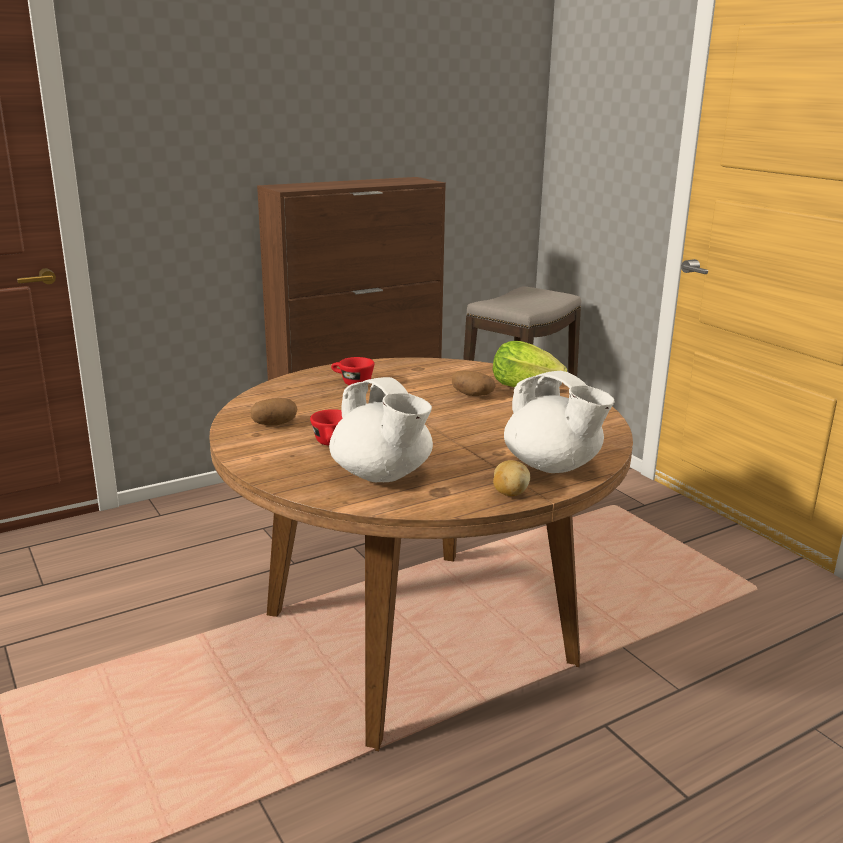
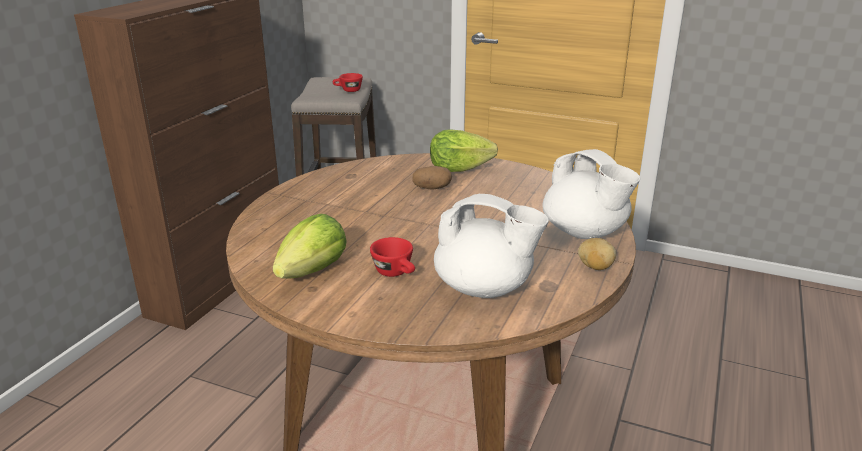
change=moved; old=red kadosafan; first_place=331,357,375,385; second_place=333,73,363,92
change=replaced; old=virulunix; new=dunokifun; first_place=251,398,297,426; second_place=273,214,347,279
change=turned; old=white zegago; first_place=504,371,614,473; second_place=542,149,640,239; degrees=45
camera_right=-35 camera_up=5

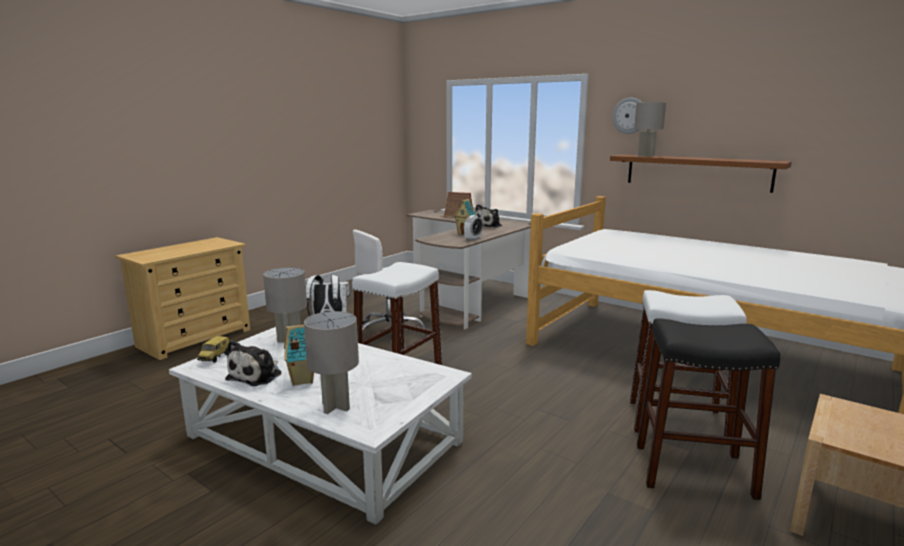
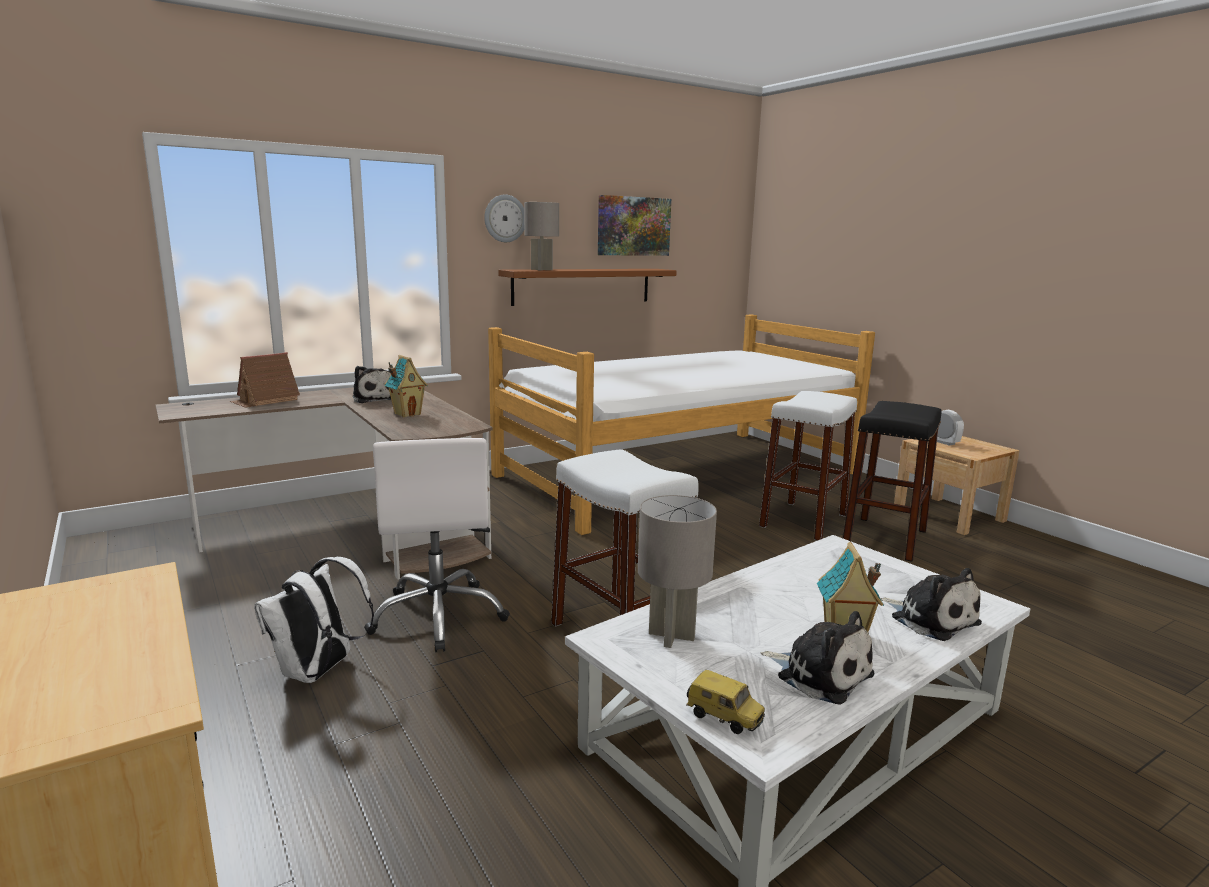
change=added; new=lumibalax; second_place=598,195,671,256
change=moved; old=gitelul; first_place=464,215,483,241; second_place=937,410,964,446
change=replaced; old=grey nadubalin; new=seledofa; first_place=304,311,359,414; second_place=880,568,982,641
camera_right=-70 camera_up=0

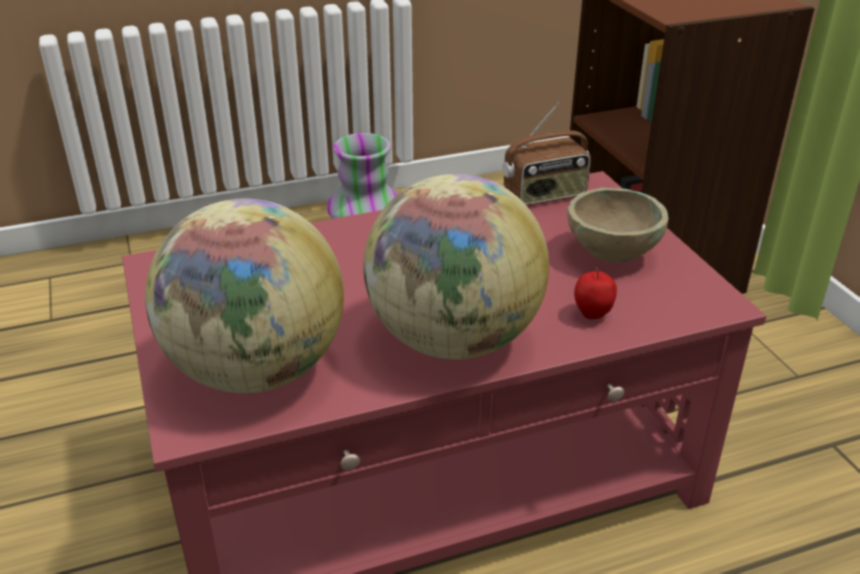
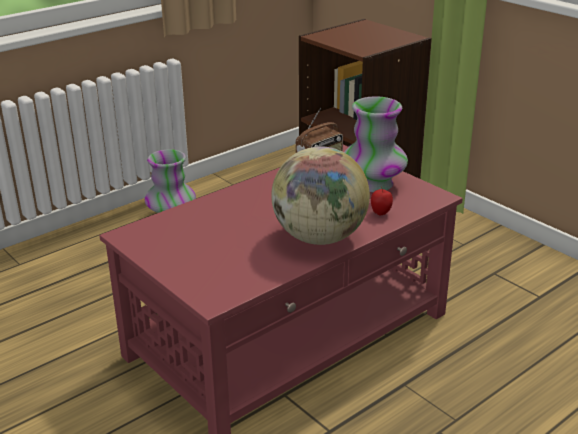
change=removed; old=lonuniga; first_place=145,198,344,393
change=replaced; old=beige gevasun; new=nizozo; first_place=567,188,668,262; second_place=344,96,408,192
camera_right=-20 camera_up=-5

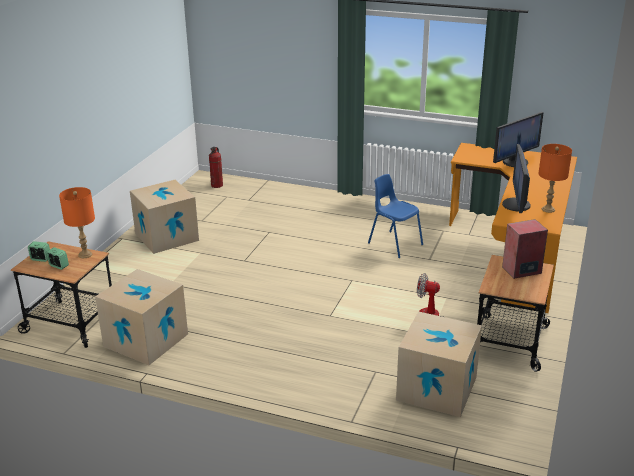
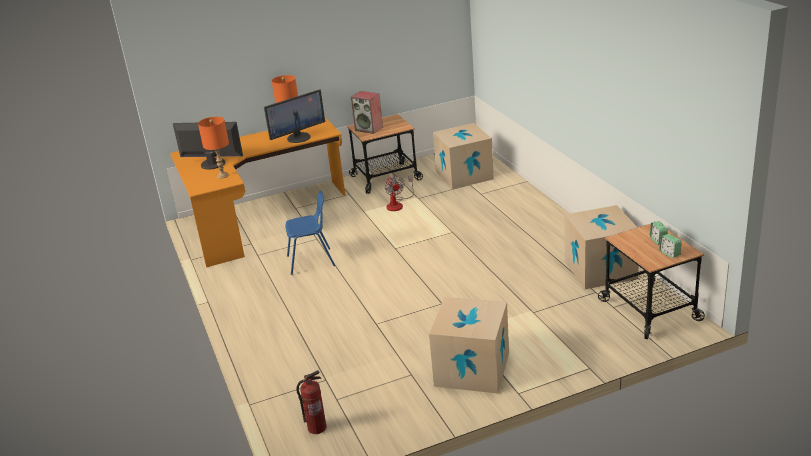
change=moved; old=orange nadubalin; first_place=59,187,95,258; second_place=198,117,229,179
change=turned; old=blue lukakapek; first_place=368,174,423,258; second_place=285,191,335,275; degrees=-105
camera_right=-130 camera_up=0

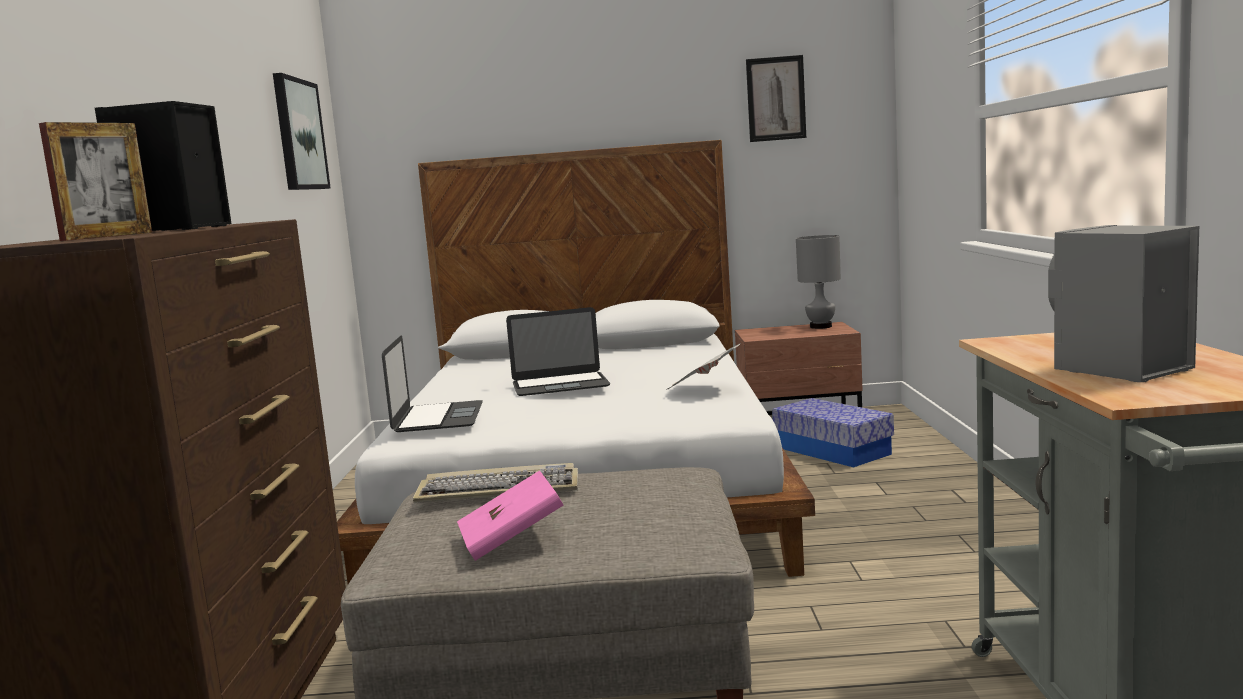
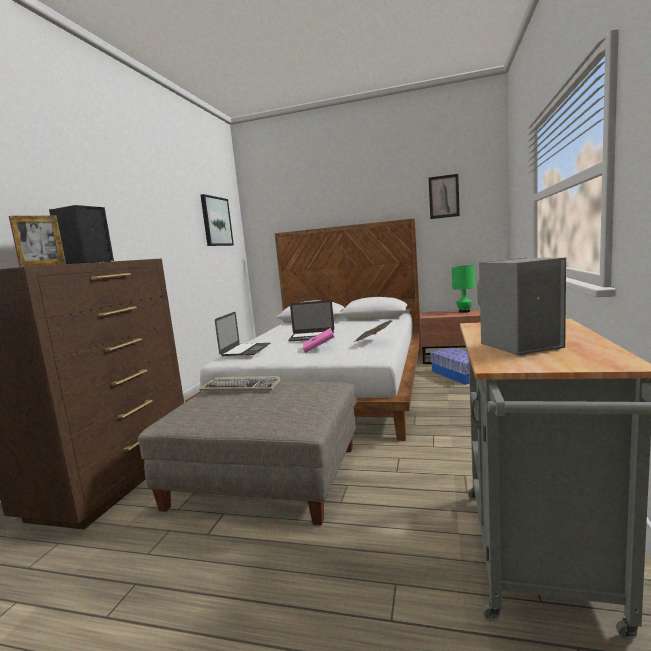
change=moved; old=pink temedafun; first_place=457,471,563,561; second_place=303,328,334,353
change=recoloured; old=grey nadubalin; new=green nadubalin; first_place=796,235,841,329; second_place=452,265,475,313
camera_right=15 camera_up=0

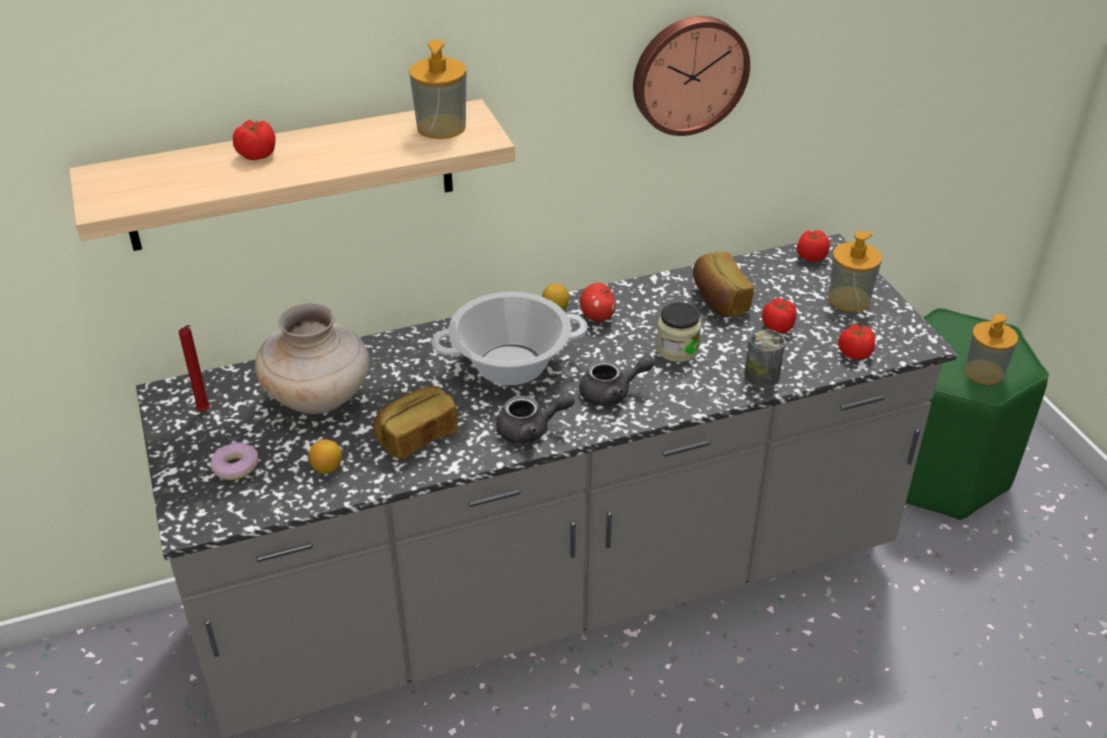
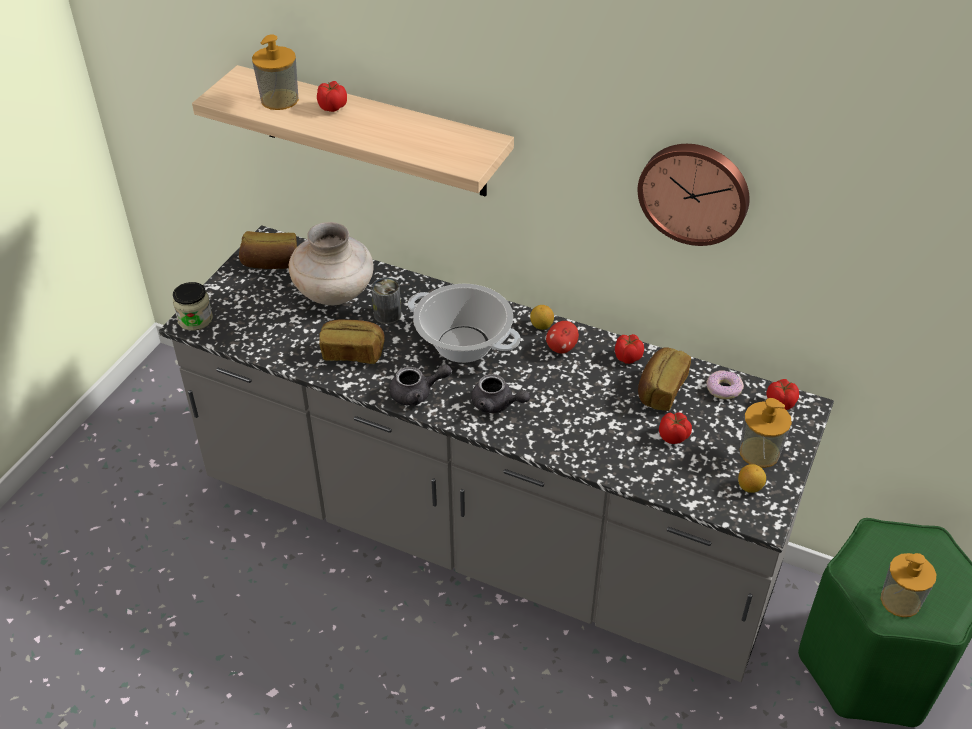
change=moved; old=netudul; first_place=211,442,258,480; second_place=706,370,744,399
change=moved; old=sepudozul; first_place=309,439,342,474; second_place=738,464,766,493
change=moved; old=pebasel; first_place=409,40,466,139; second_place=252,34,299,110
change=moved; old=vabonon; first_place=656,302,701,362; second_place=173,282,213,331
change=moved; old=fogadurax; first_place=744,329,785,388; second_place=371,278,401,324
change=moved; old=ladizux; first_place=838,324,875,360; second_place=615,334,644,364
change=replaced; old=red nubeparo; new=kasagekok; first_place=179,325,210,411; second_place=239,231,297,269
change=turned; old=grey zegago; first_place=496,392,575,444; second_place=389,364,452,405; degrees=-45
camera_right=45 camera_up=5

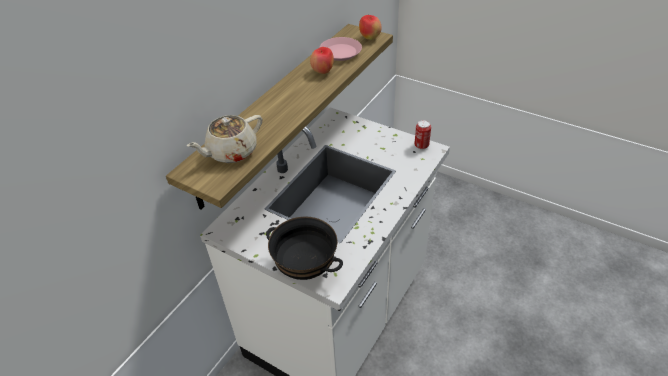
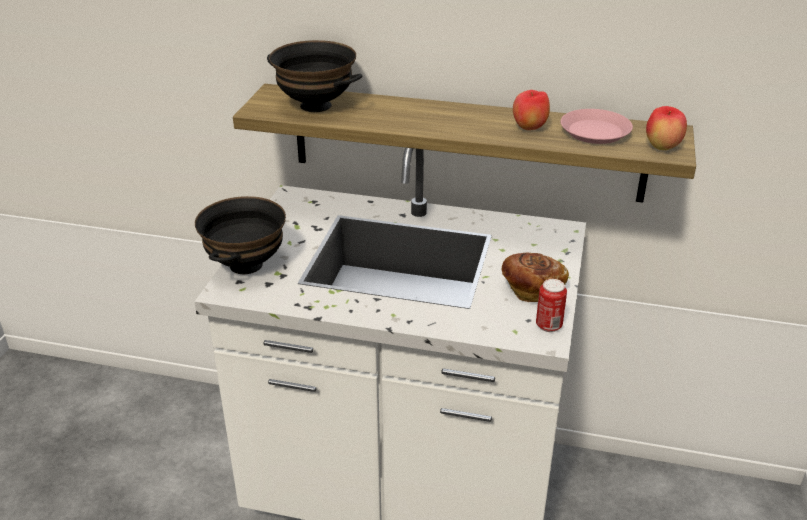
change=added; new=kasagekok; second_place=502,253,569,302
change=replaced; old=beige zegago; new=black gevasun; first_place=187,115,262,163; second_place=267,40,362,112
camera_right=70 camera_up=-10

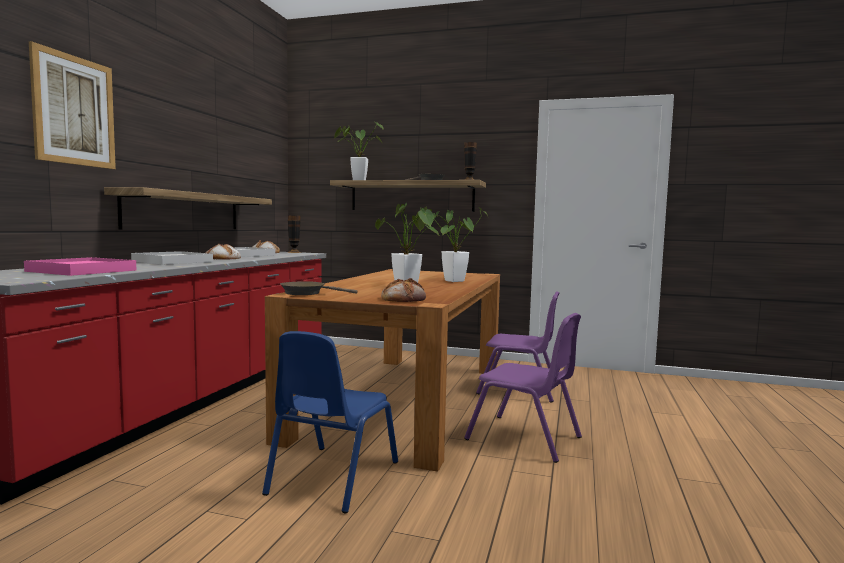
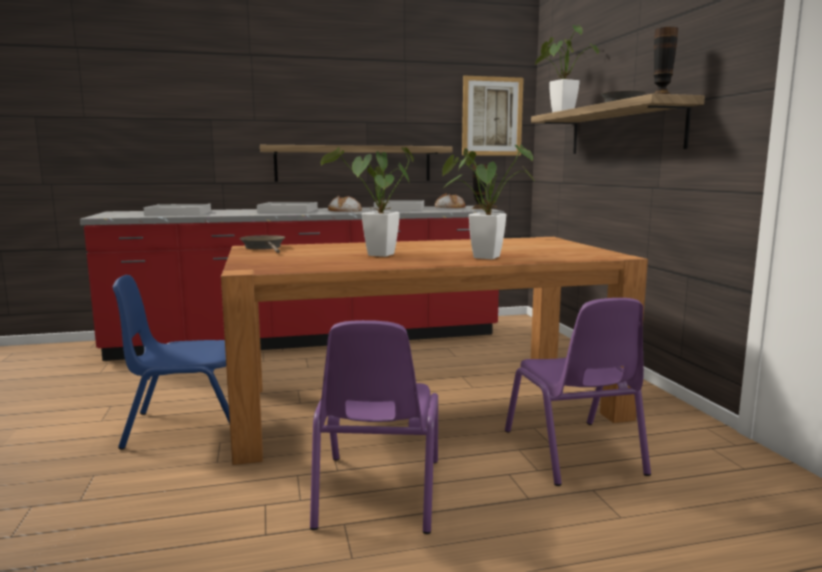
change=removed; old=kasagekok; first_place=381,278,426,302
change=moved; old=lumibalax; first_place=29,41,116,169; second_place=462,75,524,156
change=recoloured; old=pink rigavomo; new=white rigavomo; first_place=24,257,136,276; second_place=143,204,211,216
camera_right=60 camera_up=5

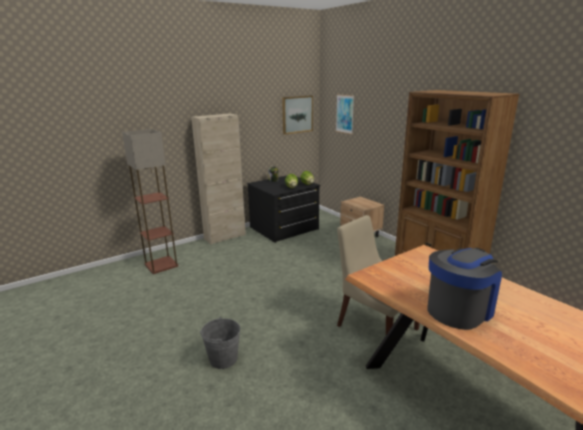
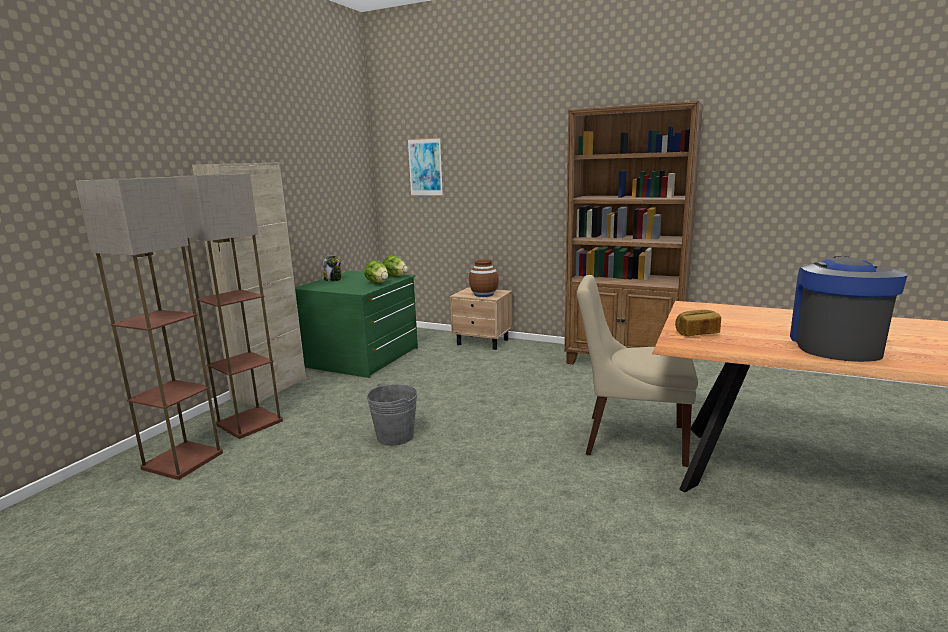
change=removed; old=lumibalax; first_place=282,95,313,135
change=added; new=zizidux; second_place=172,174,283,439
change=added; new=brown nizozo; second_place=469,260,499,297
change=added; new=kasagekok; second_place=675,310,721,336
change=moved; old=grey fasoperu; first_place=200,317,240,369; second_place=367,384,418,446
change=recoloured; old=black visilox; new=green visilox; first_place=247,176,320,243; second_place=295,271,418,378
camera_right=-30 camera_up=-5

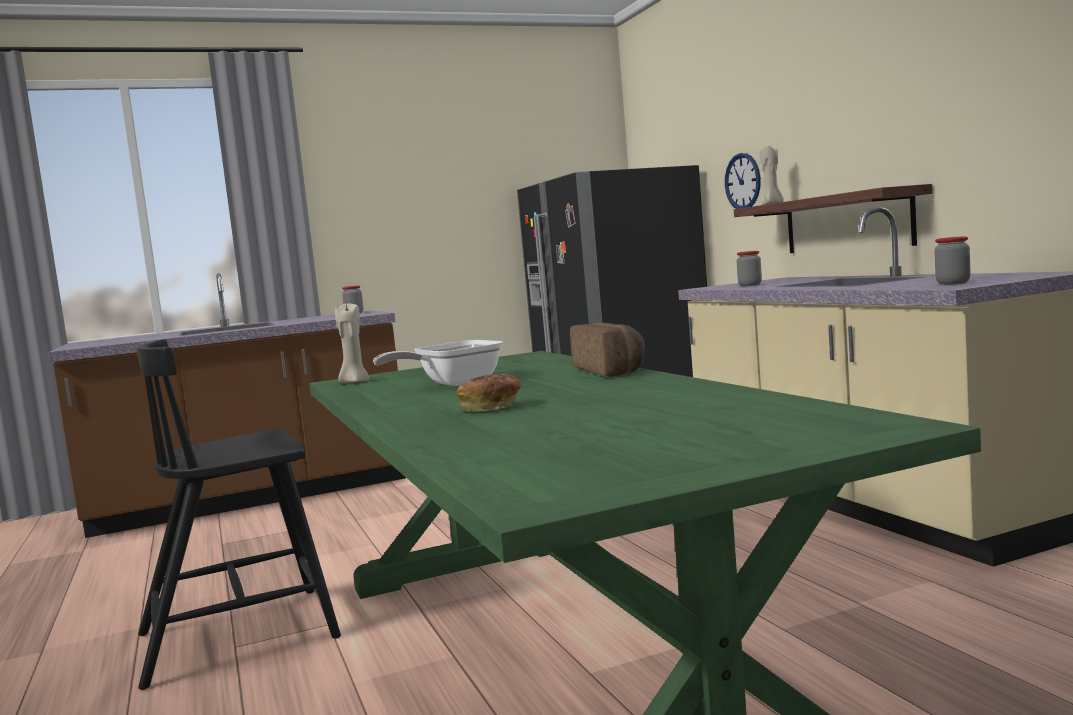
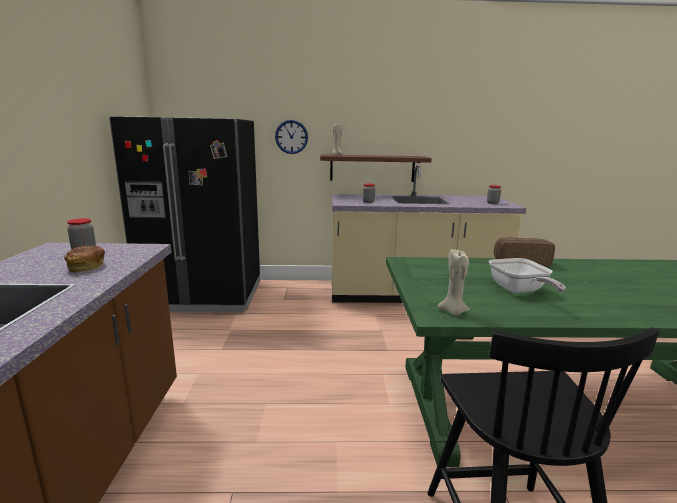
change=moved; old=kasagekok; first_place=457,374,522,411; second_place=64,246,105,272
camera_right=-70 camera_up=10

